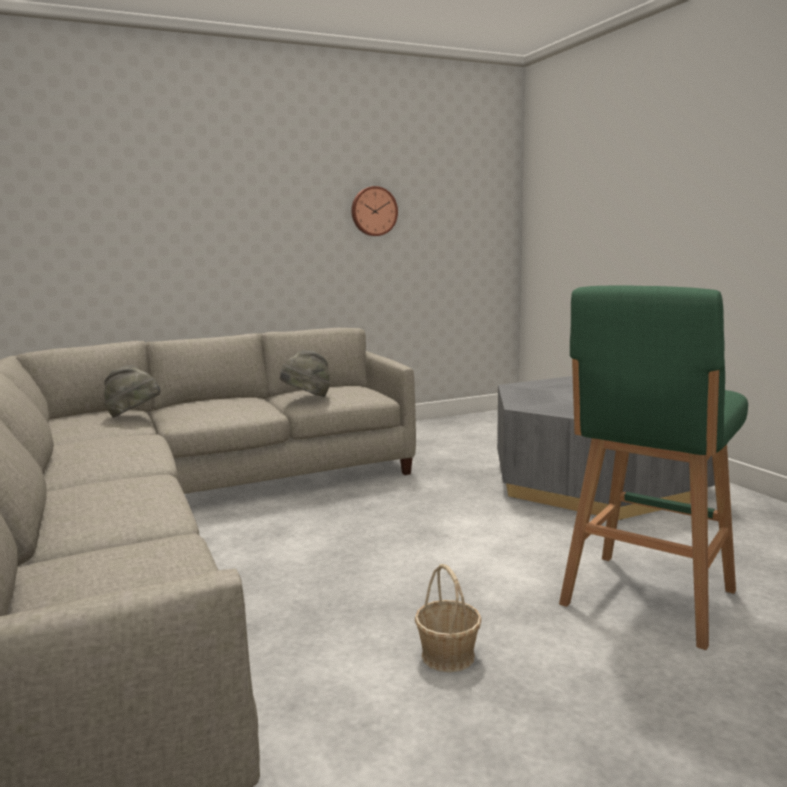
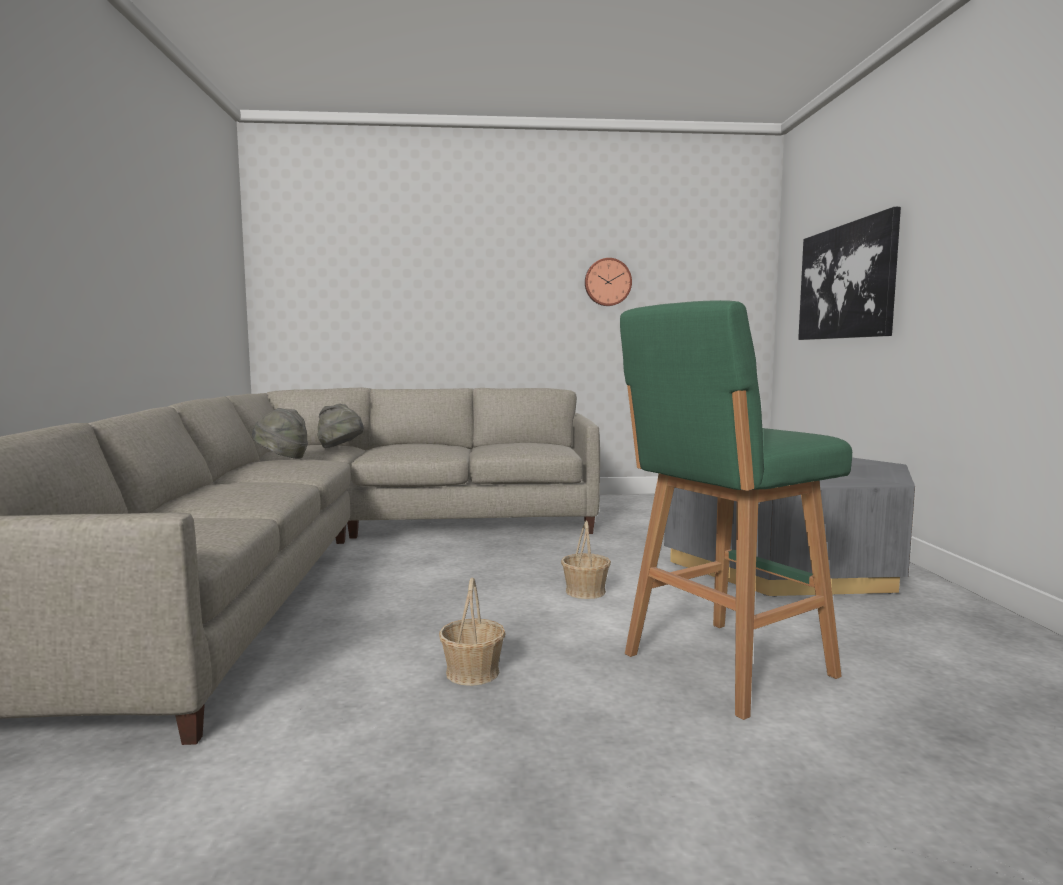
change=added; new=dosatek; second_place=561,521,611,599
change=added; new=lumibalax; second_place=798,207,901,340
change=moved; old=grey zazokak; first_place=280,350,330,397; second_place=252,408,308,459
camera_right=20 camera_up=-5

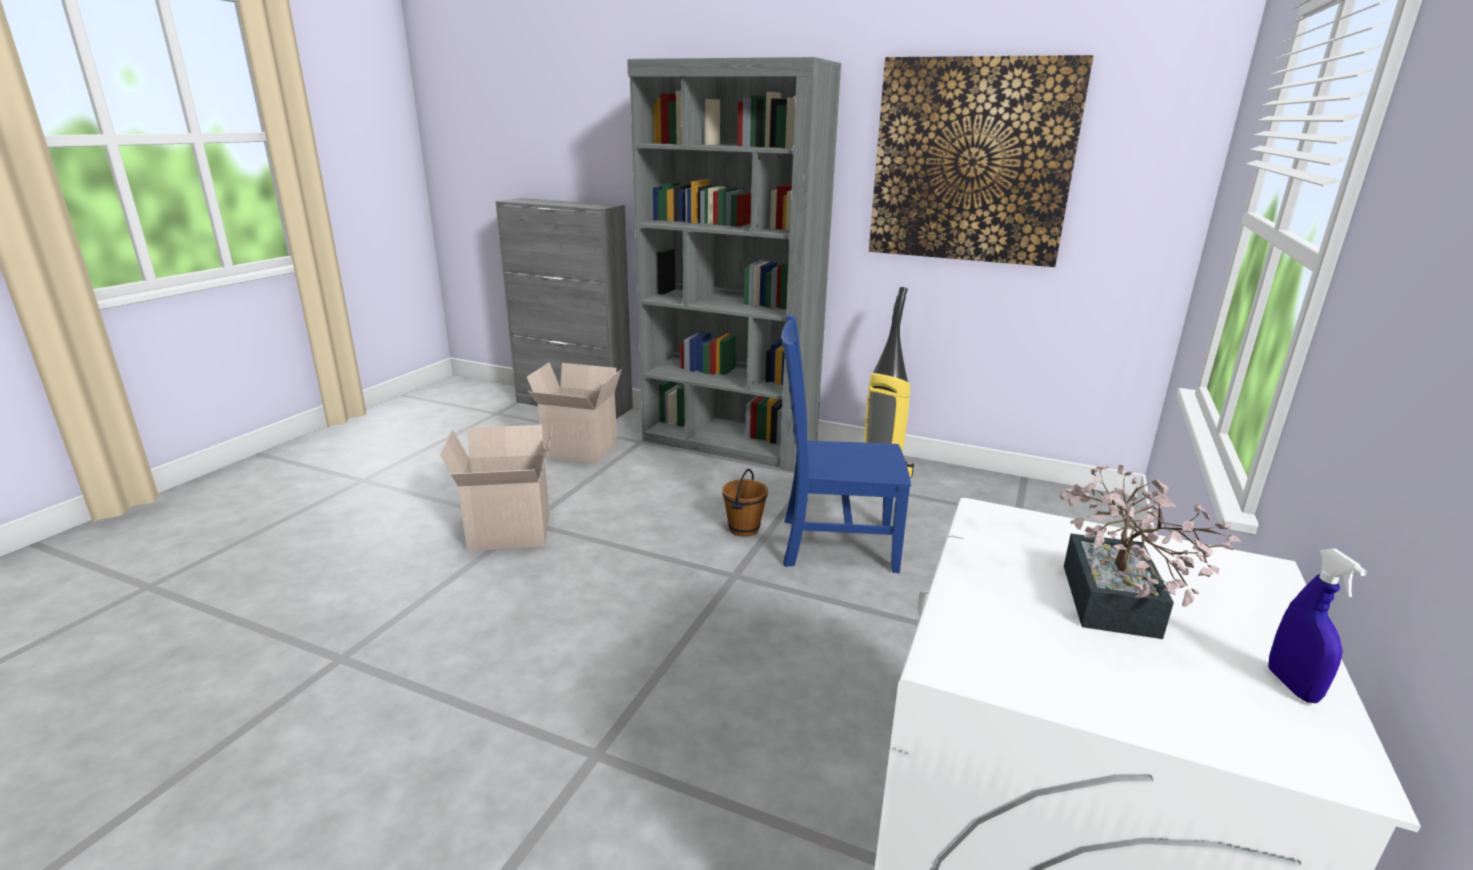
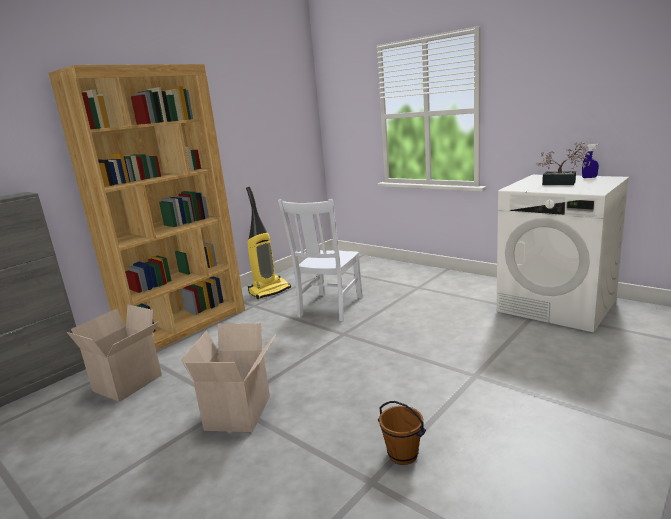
change=removed; old=lumibalax; first_place=869,55,1093,267
change=moved; old=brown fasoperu; first_place=722,469,768,537; second_place=378,401,426,465
change=recoloured; old=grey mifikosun; new=brown mifikosun; first_place=627,57,841,472; second_place=48,64,245,350
change=recoloured; old=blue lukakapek; new=white lukakapek; first_place=781,314,911,573; second_place=278,199,363,321
camera_right=-70 camera_up=-5

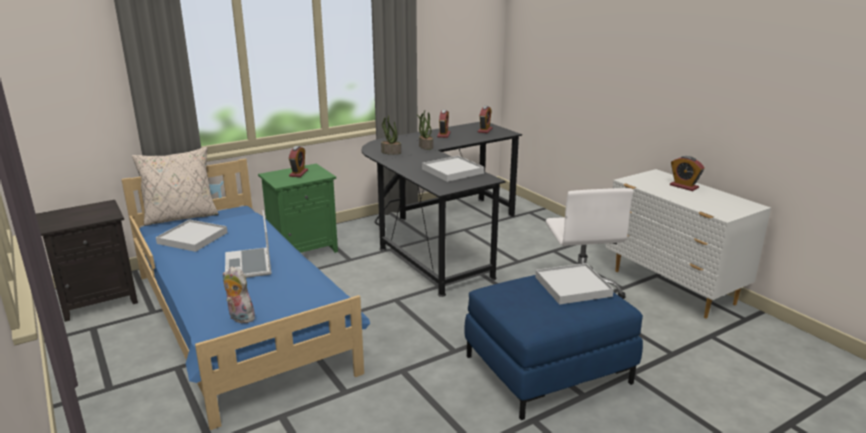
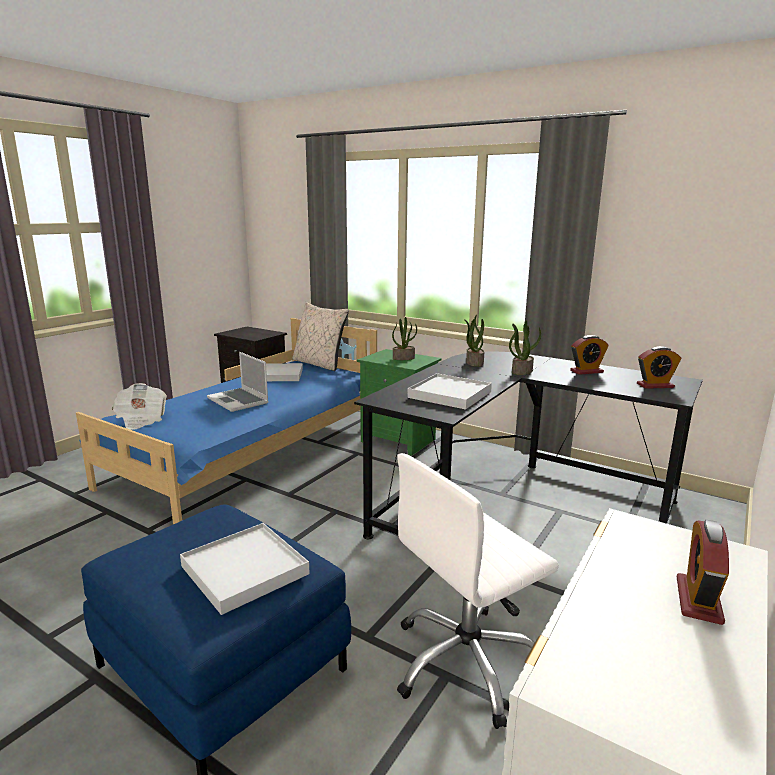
change=replaced; old=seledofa; new=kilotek; first_place=223,267,255,323; second_place=112,383,167,430
change=replaced; old=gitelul; new=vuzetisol; first_place=289,146,308,177; second_place=392,317,417,360
change=turned; old=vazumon; first_place=225,210,272,278; second_place=207,352,269,412; degrees=-90
camera_right=65 camera_up=-5

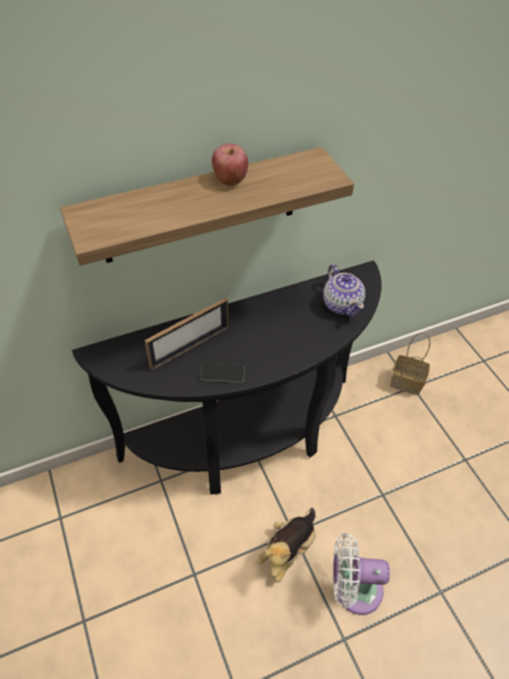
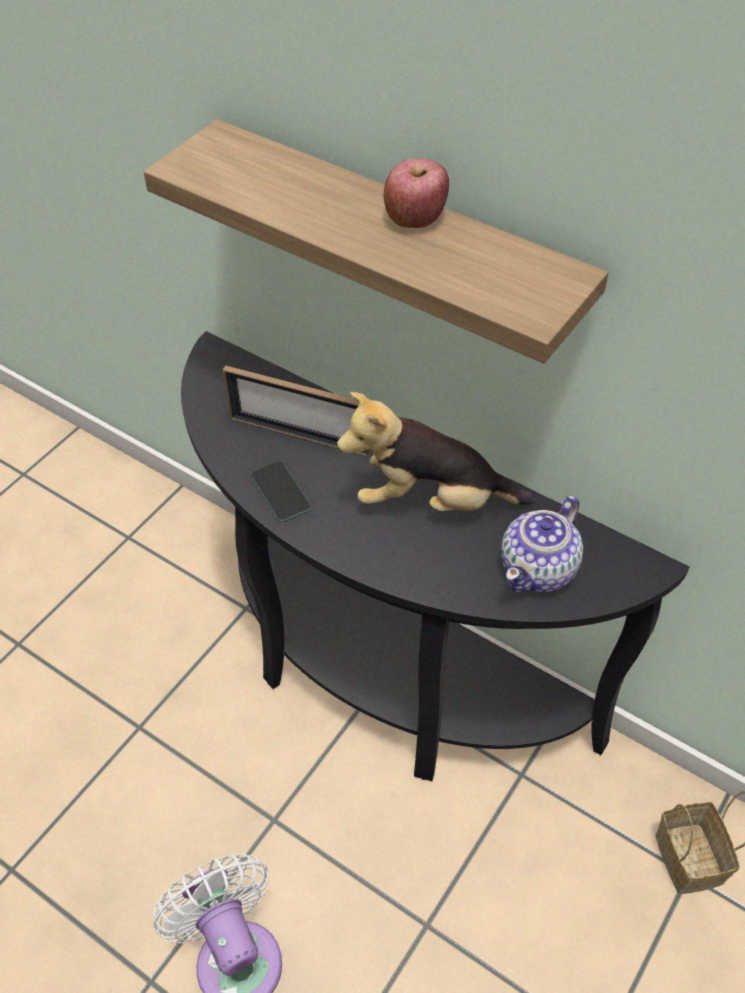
change=moved; old=seledofa; first_place=257,508,316,582; second_place=337,392,535,511
camera_right=60 camera_up=0

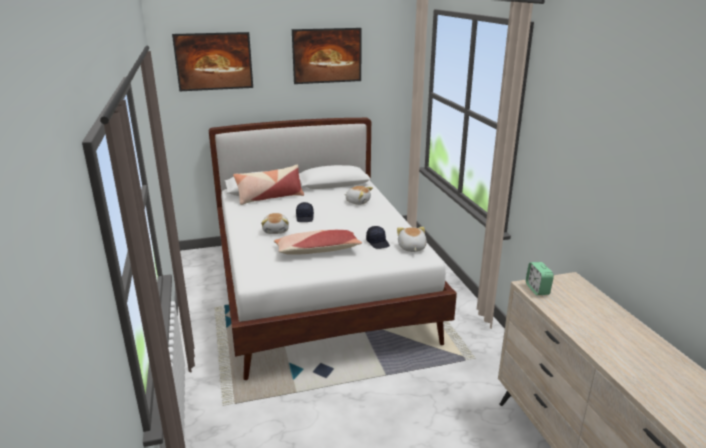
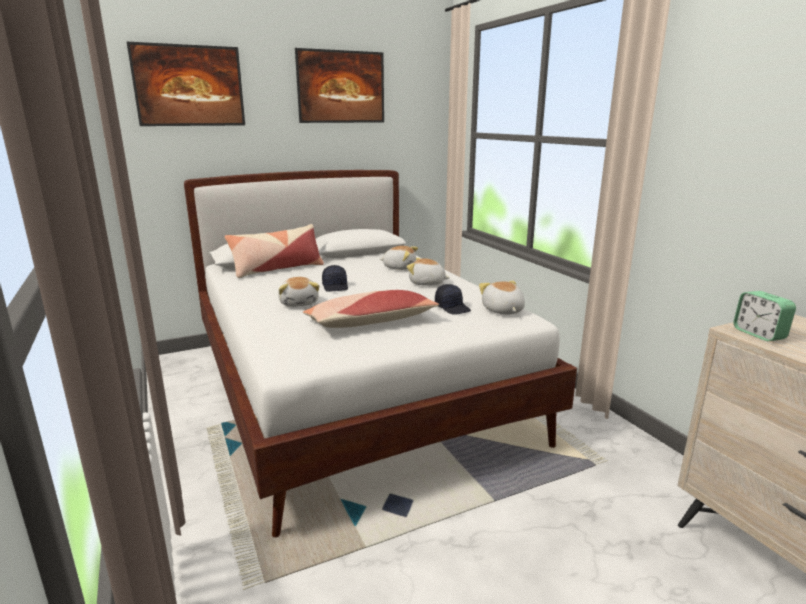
change=added; new=seledofa; second_place=407,258,450,286
camera_right=-10 camera_up=-5

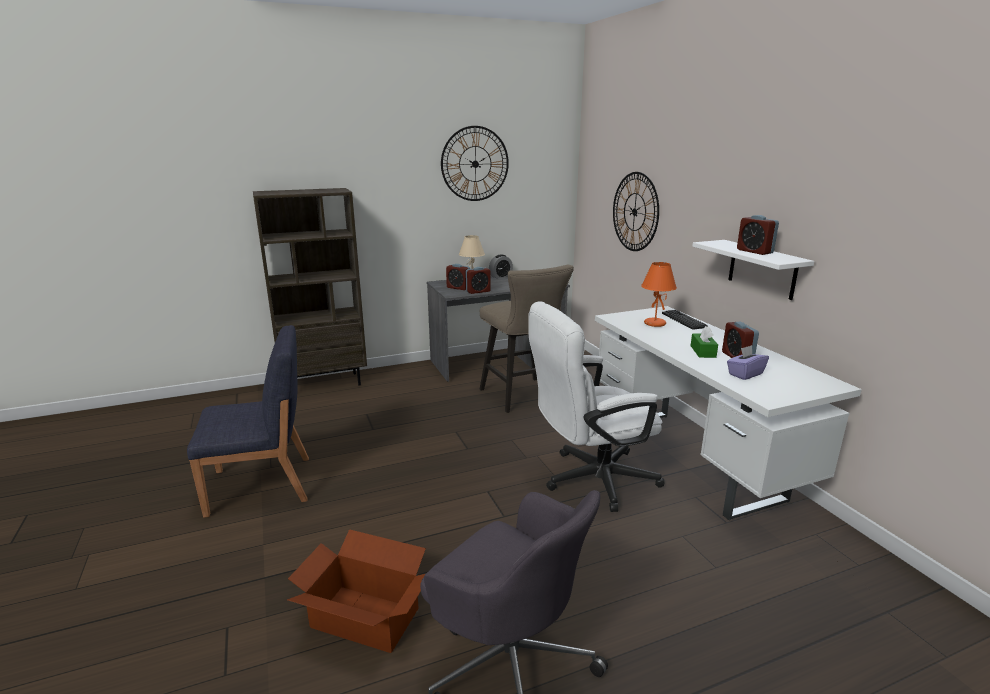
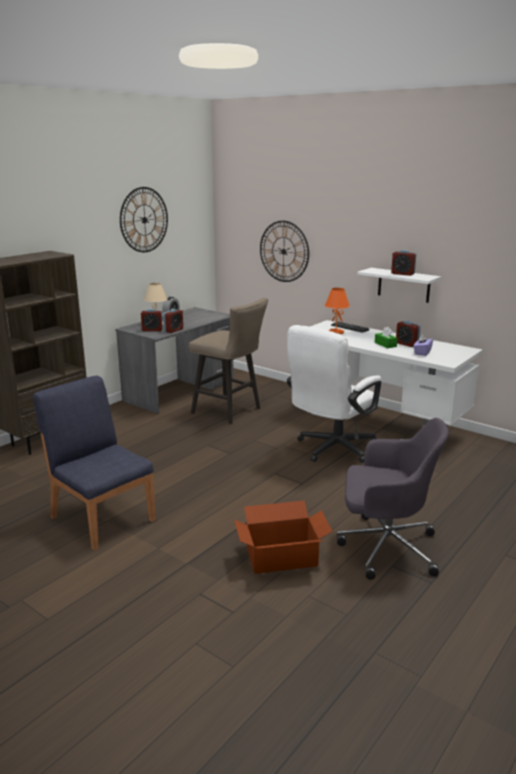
change=turned; old=blue lukakapek; first_place=187,325,309,518; second_place=33,375,156,550; degrees=-90
camera_right=-30 camera_up=0

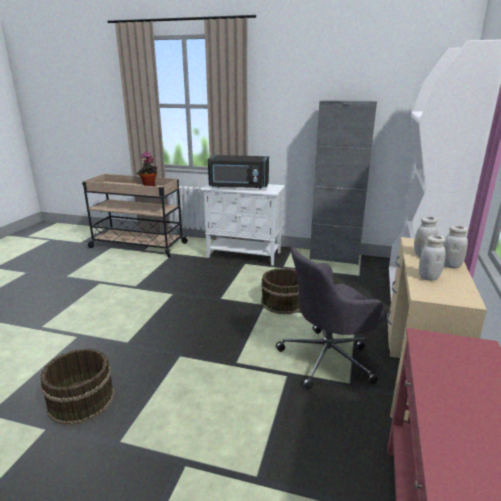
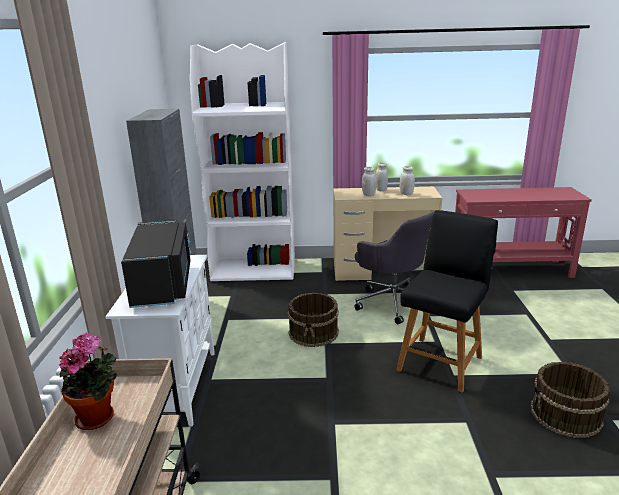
change=added; new=black lukakapek; second_place=396,210,498,393
camera_right=-105 camera_up=0

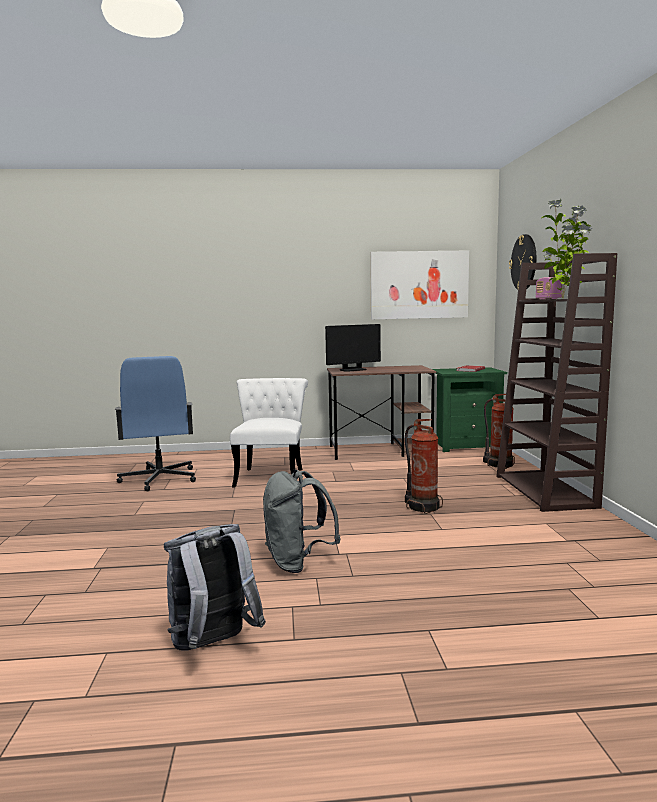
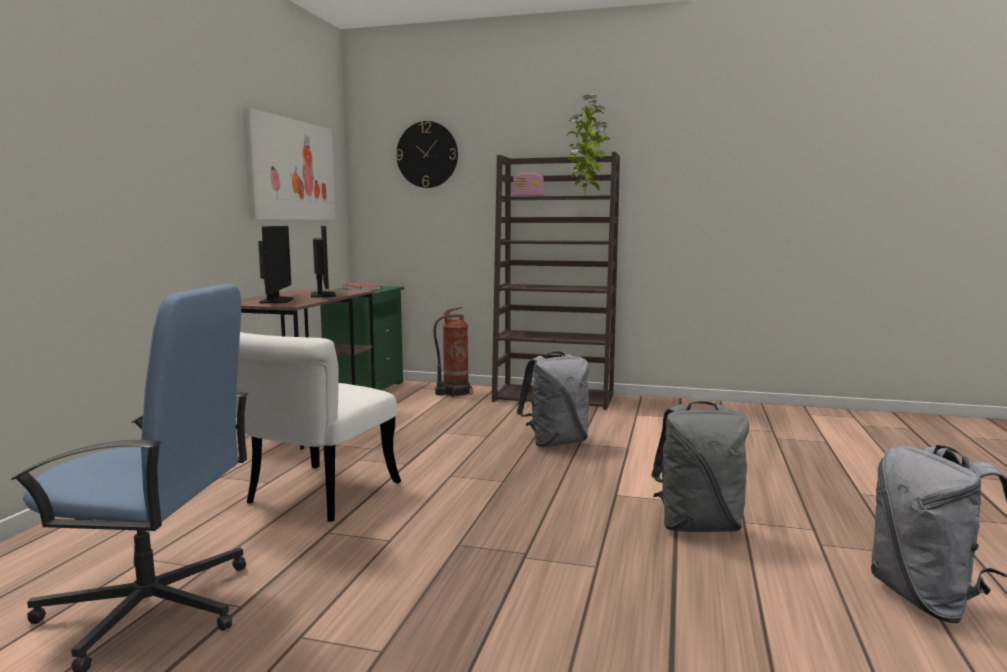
change=added; new=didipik; second_place=311,226,336,297
change=replaced; old=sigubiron; new=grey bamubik; first_place=405,419,443,514; second_place=516,351,589,447
change=turned; old=white lukakapek; first_place=230,378,308,488; second_place=236,332,401,522; degrees=-90
camera_right=-70 camera_up=0

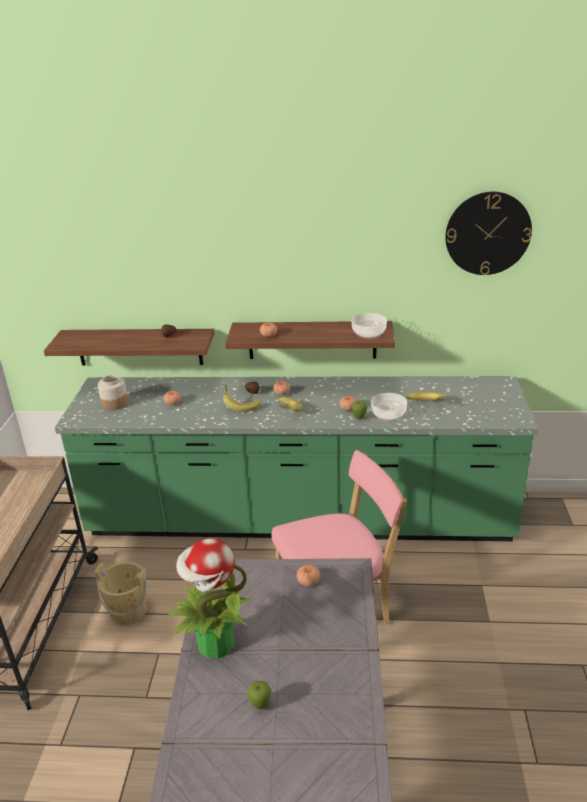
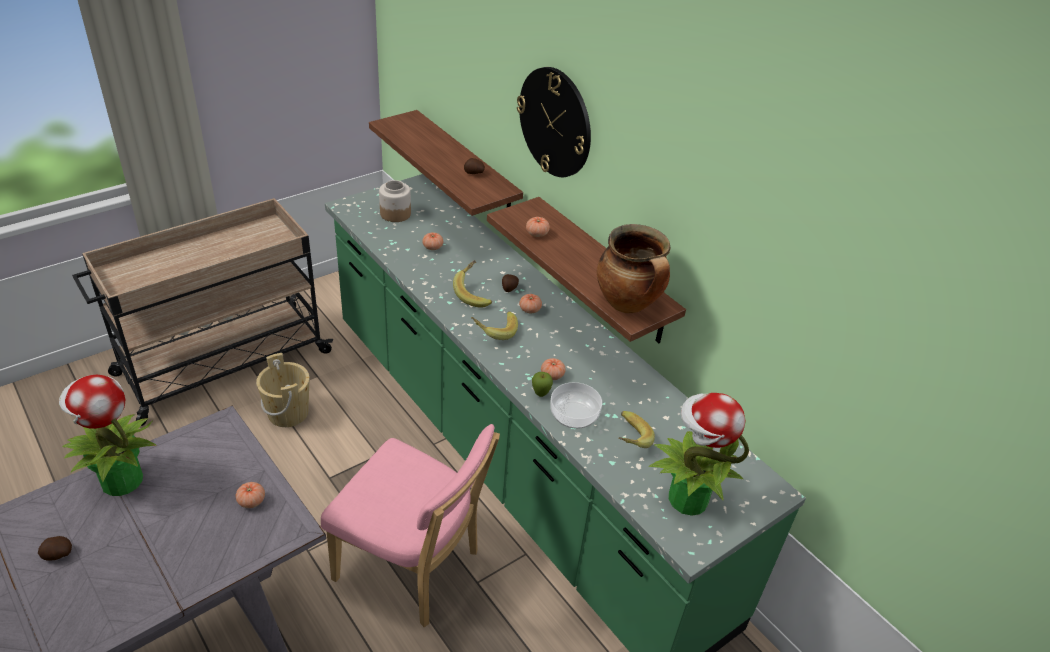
change=added; new=vuzetisol; second_place=649,393,749,516
change=moved; old=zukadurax; first_place=445,192,532,275; second_place=517,67,591,177
change=replaced; old=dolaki; new=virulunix; first_place=247,681,271,710; second_place=38,536,72,561
change=replaced; old=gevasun; new=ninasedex; first_place=352,313,387,339; second_place=597,224,670,313
camera_right=45 camera_up=10

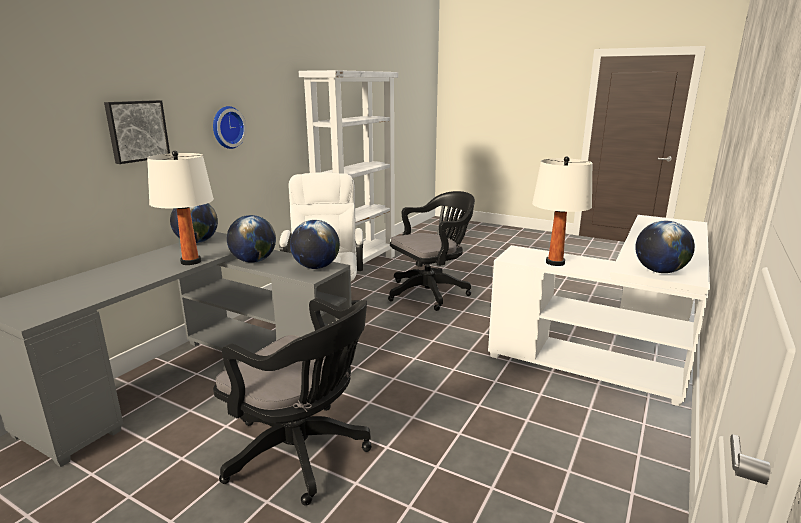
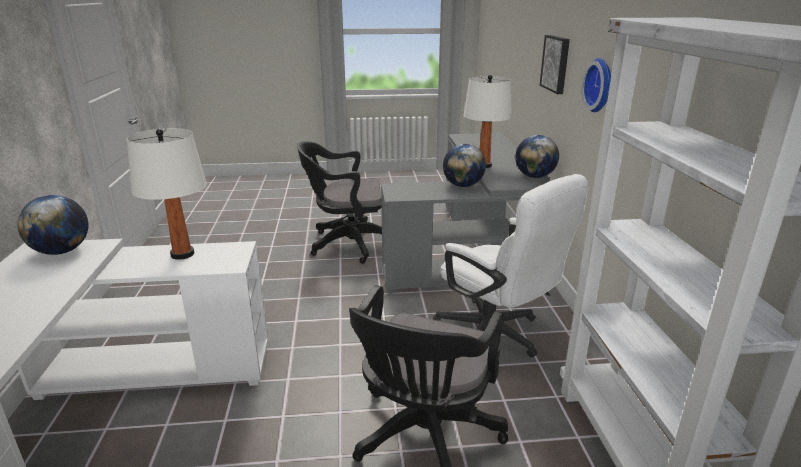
change=removed; old=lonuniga; first_place=290,220,340,269
camera_right=145 camera_up=5

